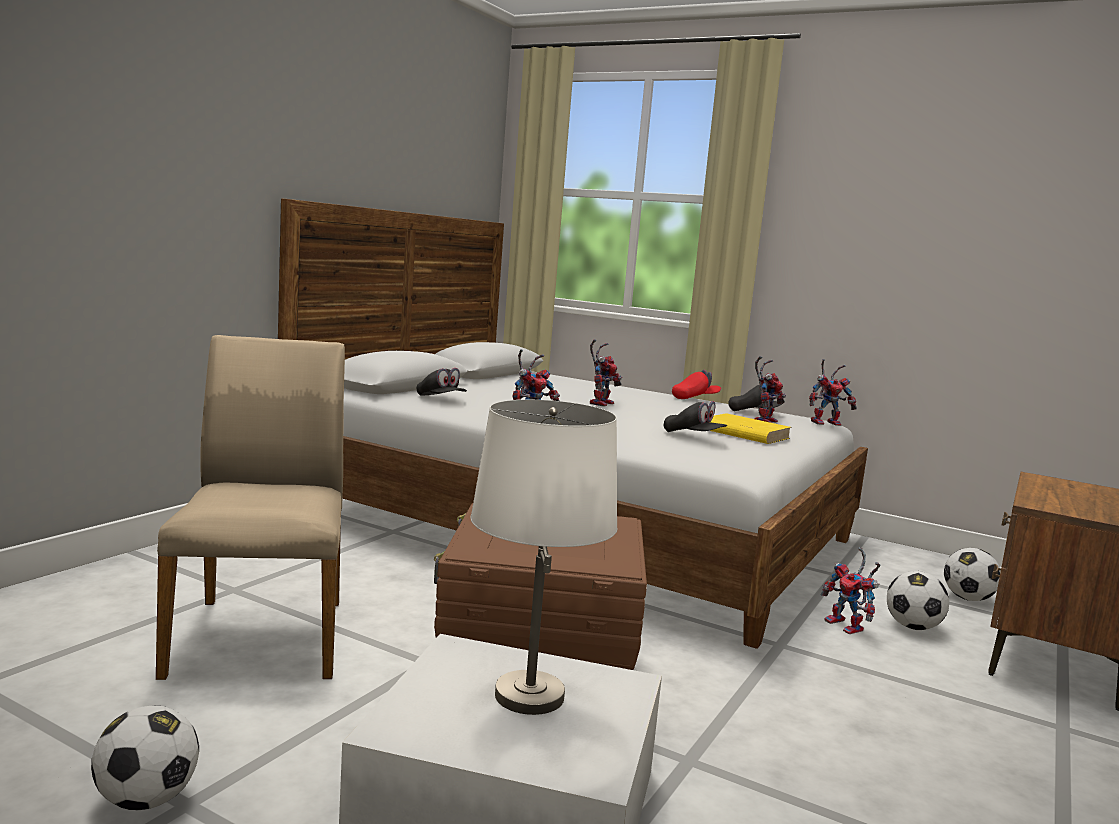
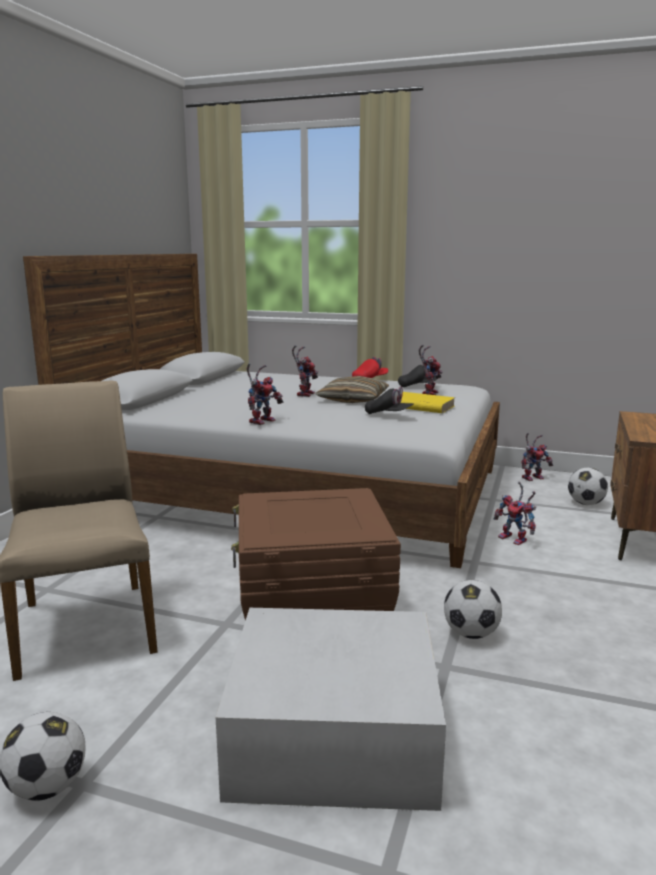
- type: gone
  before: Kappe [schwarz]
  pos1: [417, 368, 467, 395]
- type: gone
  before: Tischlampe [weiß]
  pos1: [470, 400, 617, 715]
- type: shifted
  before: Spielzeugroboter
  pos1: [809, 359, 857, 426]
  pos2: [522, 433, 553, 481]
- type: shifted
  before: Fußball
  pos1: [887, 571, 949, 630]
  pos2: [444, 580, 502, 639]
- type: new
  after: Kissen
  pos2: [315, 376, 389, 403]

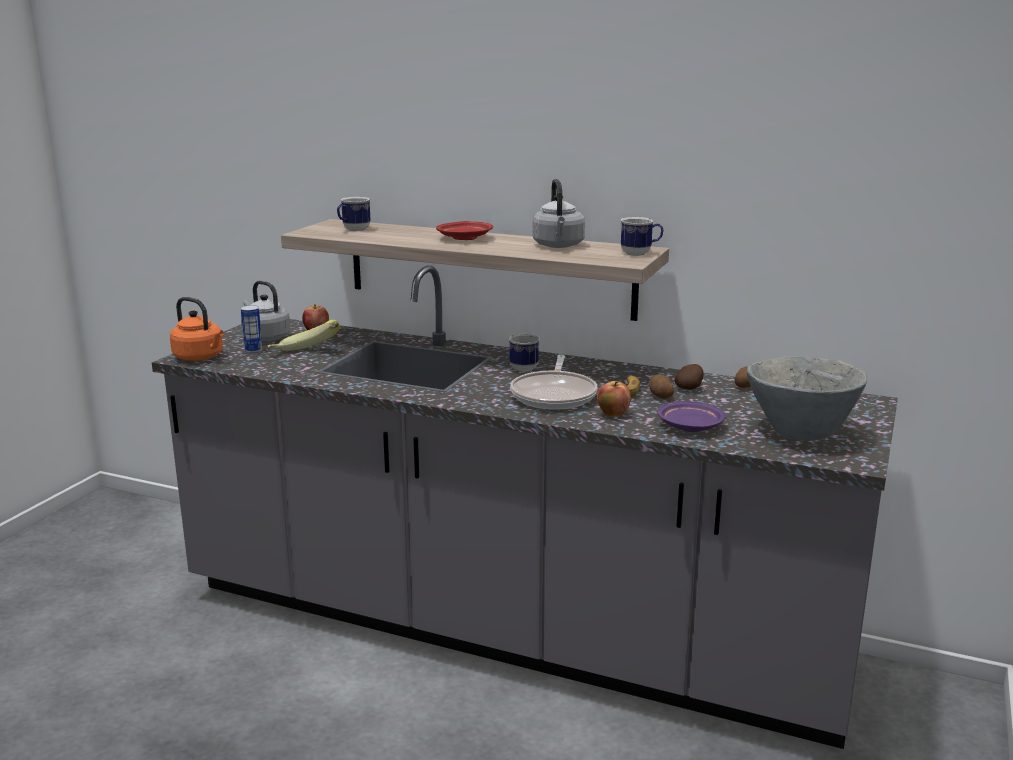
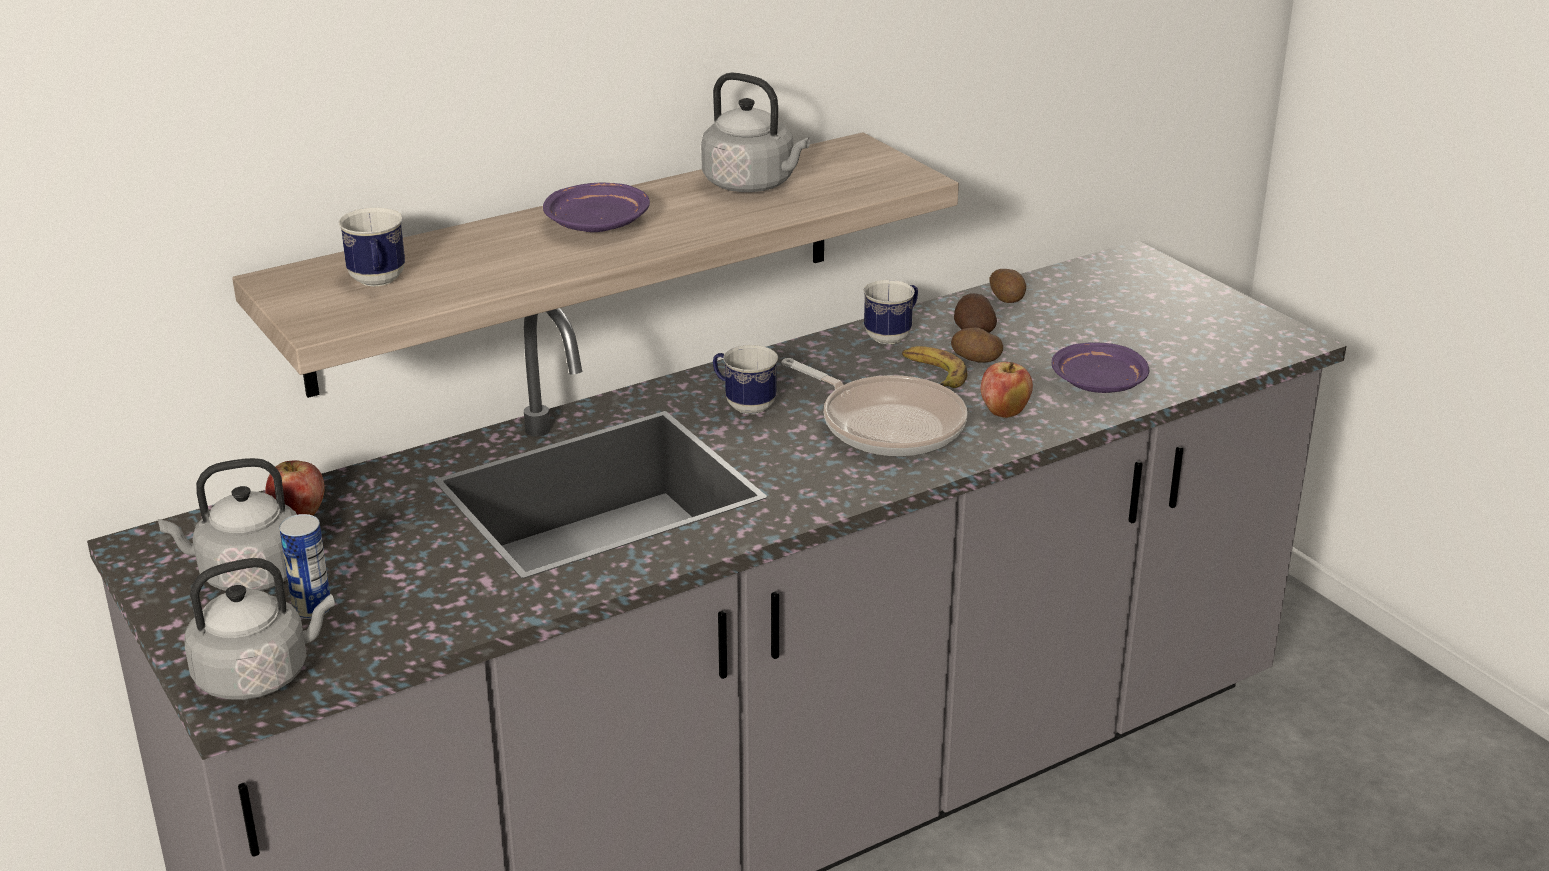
- type: repainted
  before: Wasserkessel [orange]
  after: Wasserkessel [grau]
  pos1: [170, 297, 223, 361]
  pos2: [184, 558, 335, 700]
- type: gone
  before: Banane
  pos1: [268, 320, 340, 351]
- type: repainted
  before: Teller [rot]
  after: Teller [lila]
  pos1: [436, 221, 493, 240]
  pos2: [543, 183, 650, 232]
- type: shifted
  before: Henkelbecher
  pos1: [621, 217, 663, 256]
  pos2: [863, 280, 918, 344]
- type: gone
  before: Schüssel [grau]
  pos1: [747, 356, 867, 441]

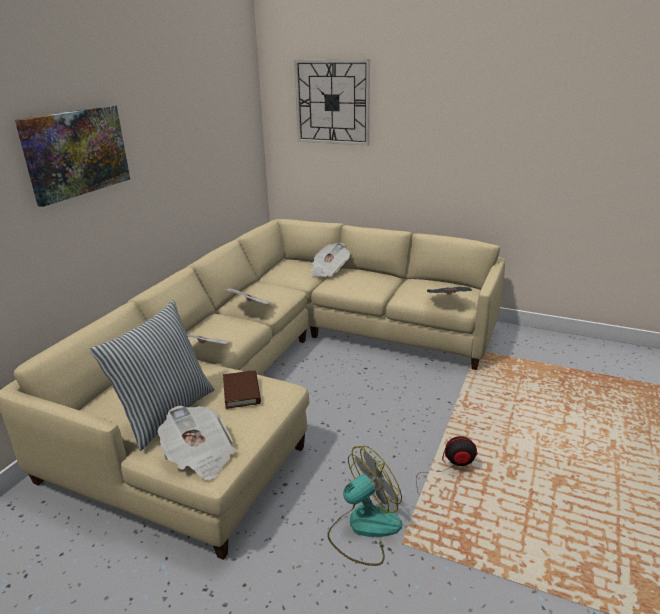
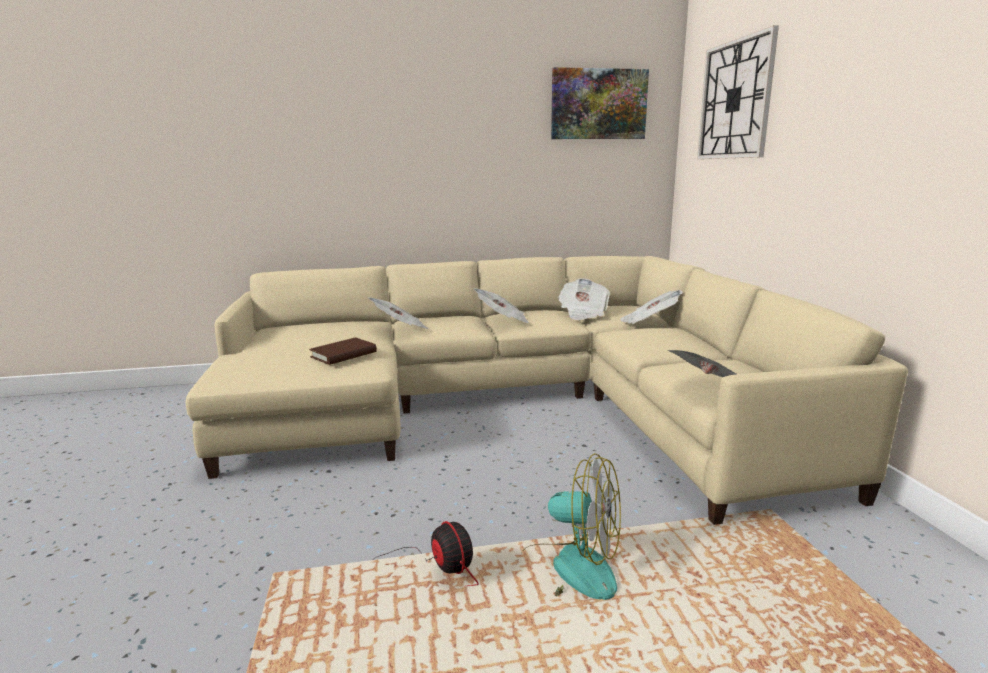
- type: shifted
  before: Bild
  pos1: [15, 105, 130, 207]
  pos2: [551, 67, 649, 139]
- type: gone
  before: Kissen
  pos1: [89, 300, 214, 451]
- type: shifted
  before: Zeitung
  pos1: [158, 405, 236, 480]
  pos2: [558, 278, 610, 320]
- type: shifted
  before: Ventilator
  pos1: [328, 446, 402, 566]
  pos2: [516, 453, 621, 600]

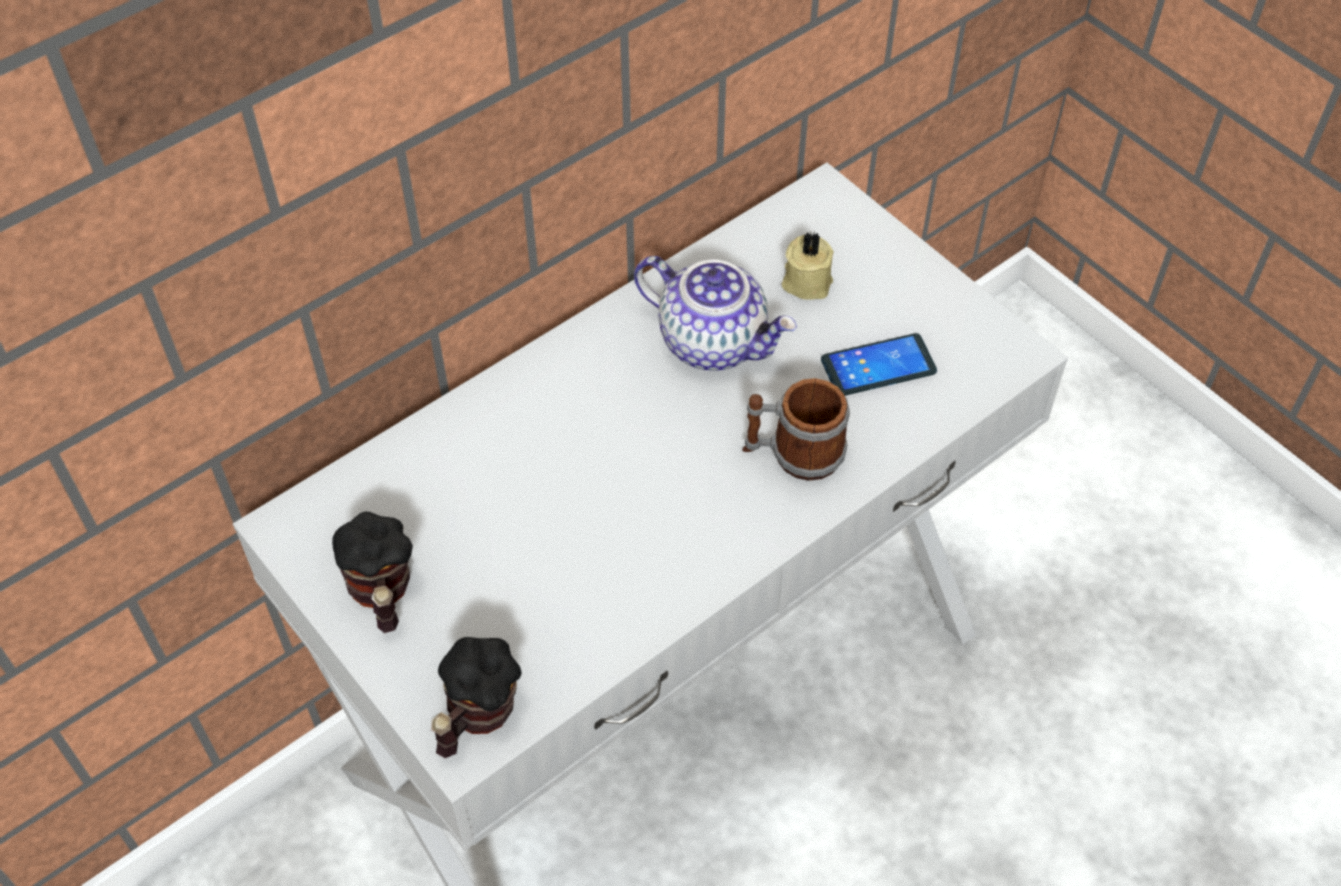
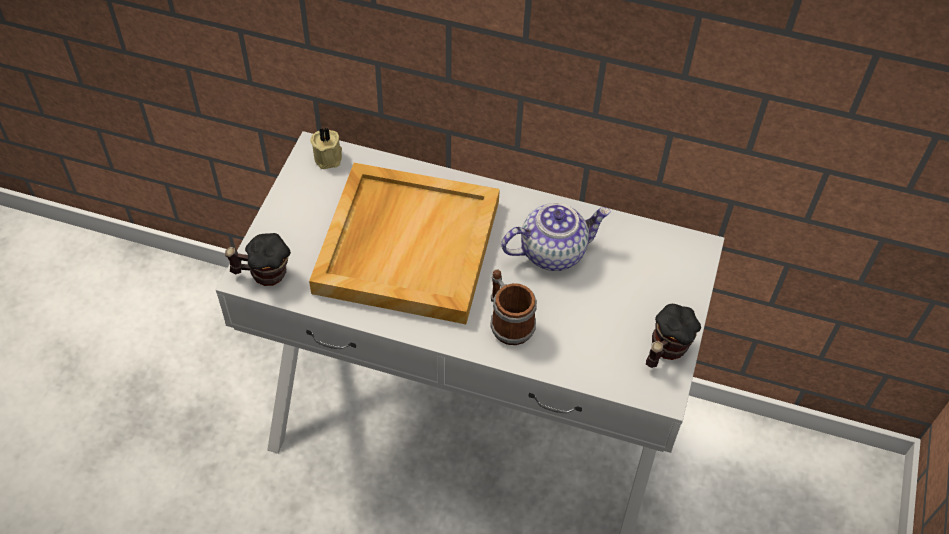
- type: shifted
  before: Henkelbecher
  pos1: [332, 512, 413, 633]
  pos2: [646, 304, 701, 368]
- type: rotated
  before: Teekanne
  pos1: [634, 256, 797, 371]
  pos2: [501, 203, 611, 271]
  turn: -105
- type: shifted
  before: Kerze [beige]
  pos1: [782, 232, 834, 300]
  pos2: [310, 127, 342, 169]
- type: gone
  before: Handy
  pos1: [821, 333, 937, 396]
- type: new
  after: Tablett [beige]
  pos2: [309, 163, 500, 324]

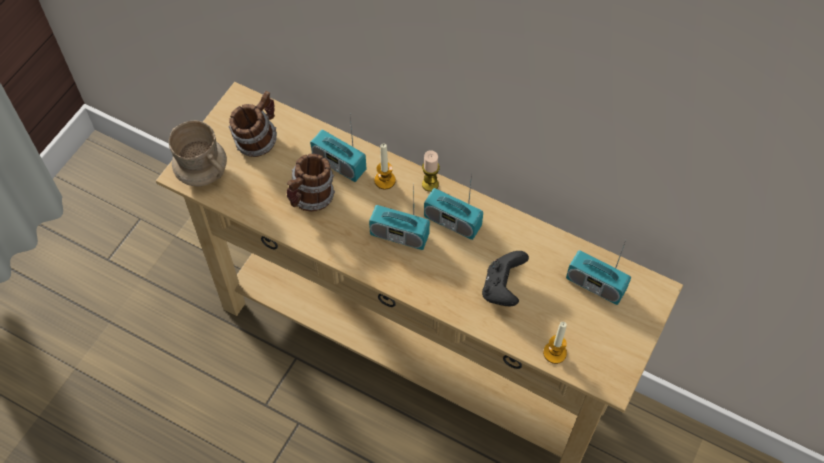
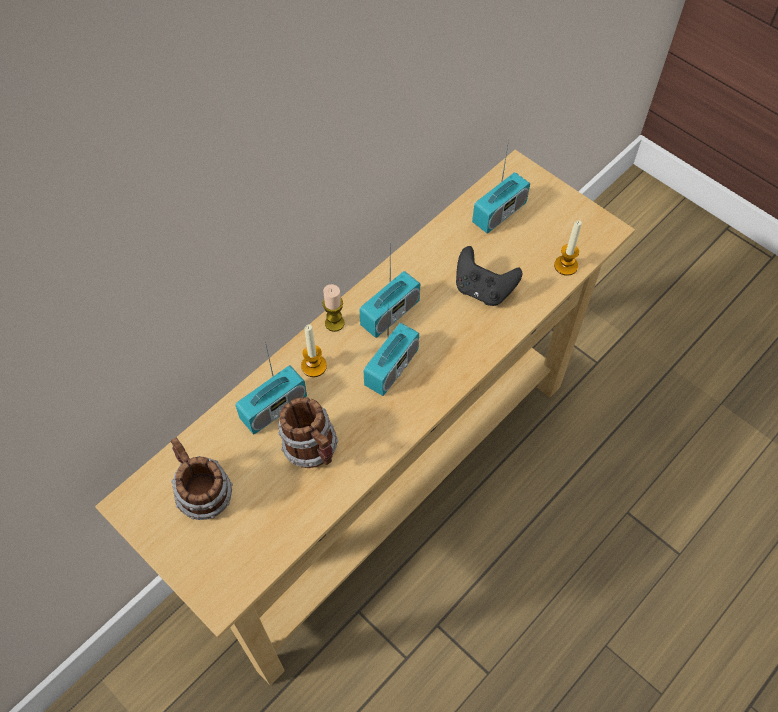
- type: gone
  before: Henkelbecher [beige]
  pos1: [169, 121, 227, 186]

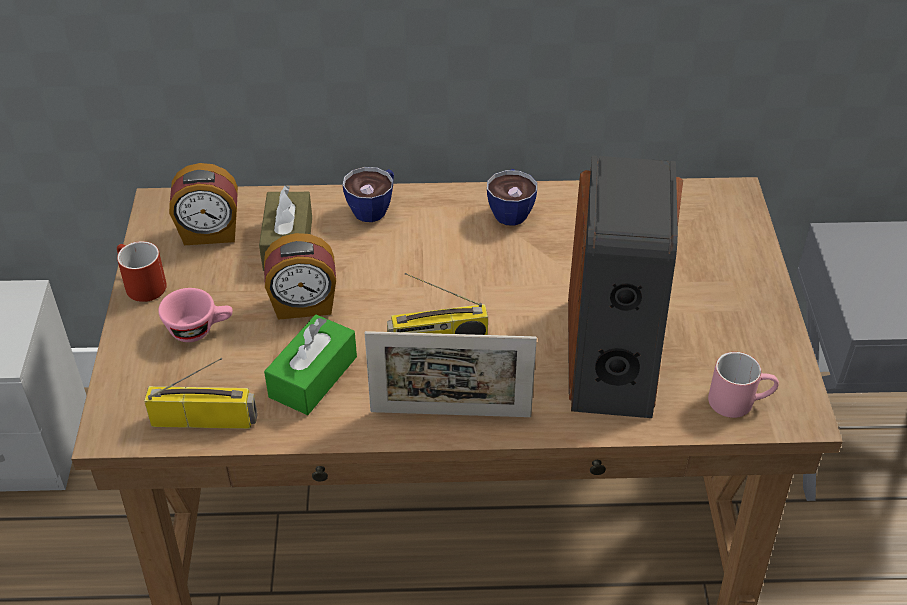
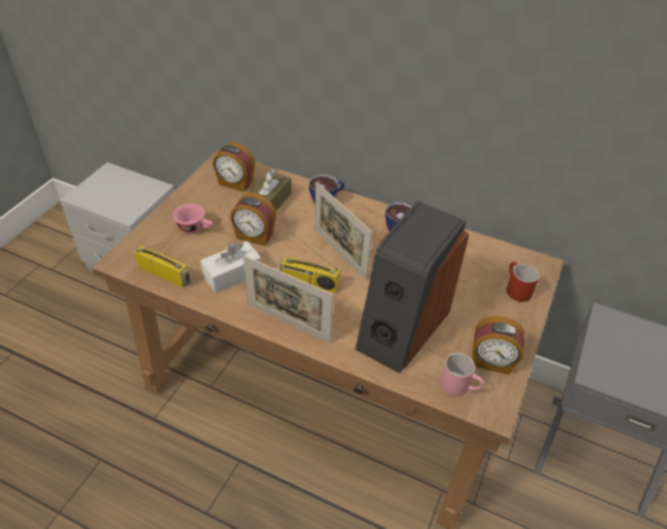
- type: shifted
  before: Henkelbecher [rot]
  pos1: [117, 241, 167, 302]
  pos2: [507, 262, 540, 302]
- type: repainted
  before: Taschentuchbox [grün]
  after: Taschentuchbox [weiß]
  pos1: [264, 315, 357, 415]
  pos2: [200, 241, 261, 293]
- type: new
  after: Bilderrahmen
  pos2: [315, 182, 372, 281]
- type: new
  after: Wecker
  pos2: [473, 316, 525, 375]

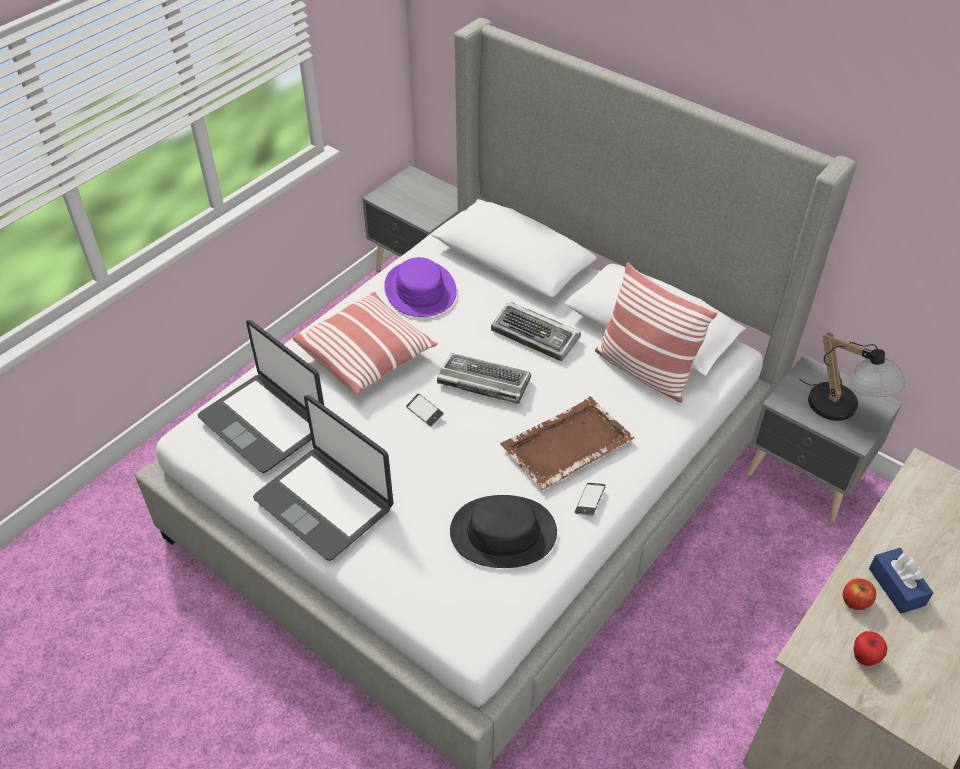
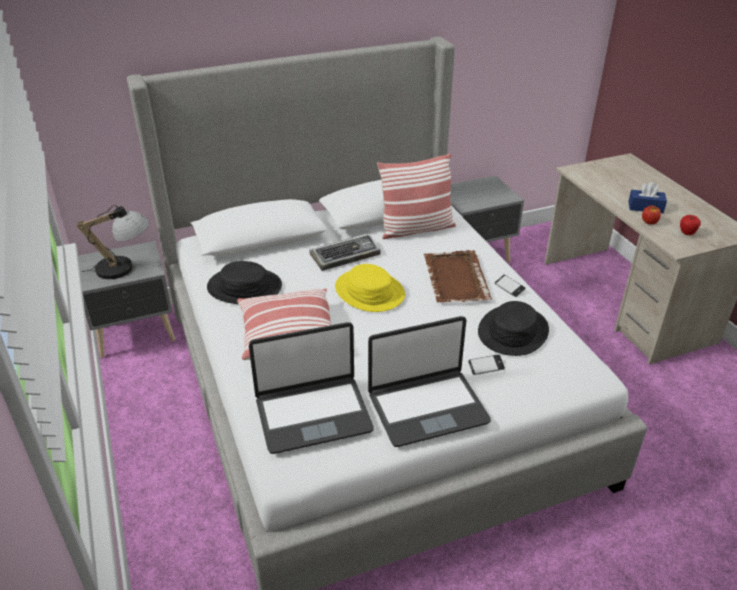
- type: repainted
  before: Hut [lila]
  after: Hut [schwarz]
  pos1: [384, 257, 457, 317]
  pos2: [207, 261, 282, 304]
- type: shifted
  before: Handy
  pos1: [406, 394, 444, 426]
  pos2: [468, 354, 505, 375]
- type: swapped
  before: Tastatur
  after: Hut [gelb]
  pos1: [437, 353, 531, 404]
  pos2: [335, 264, 405, 312]
- type: shifted
  before: Tischlampe
  pos1: [800, 333, 905, 421]
  pos2: [77, 205, 149, 279]

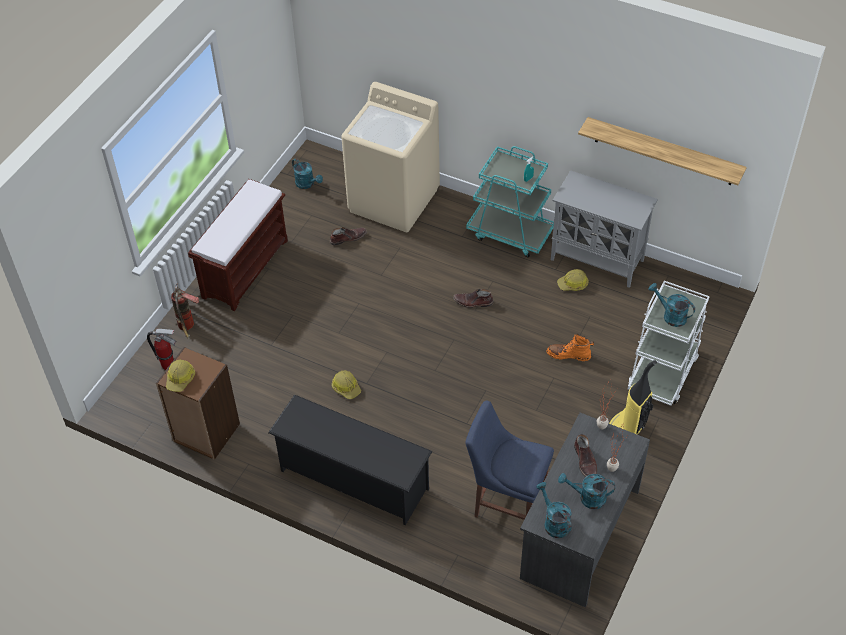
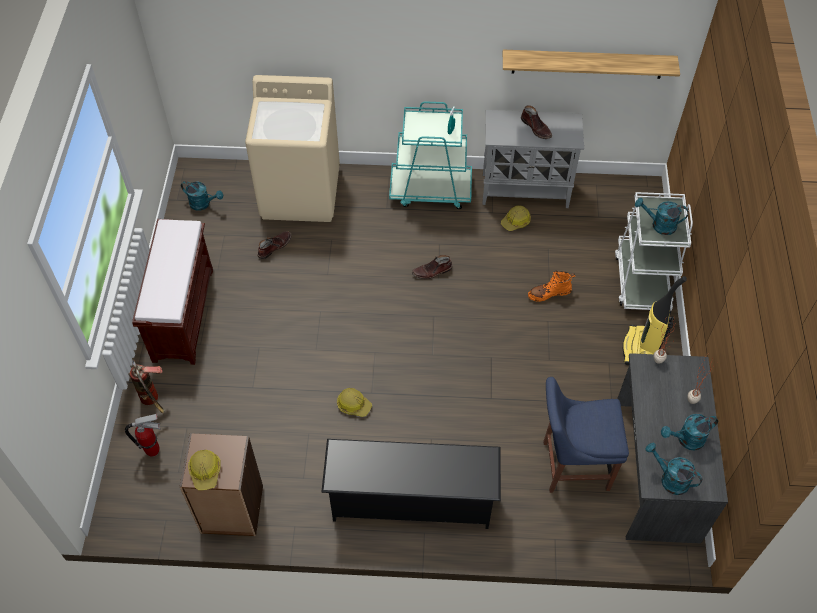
- type: shifted
  before: Stiefel [braun]
  pos1: [574, 434, 597, 477]
  pos2: [521, 105, 552, 139]

